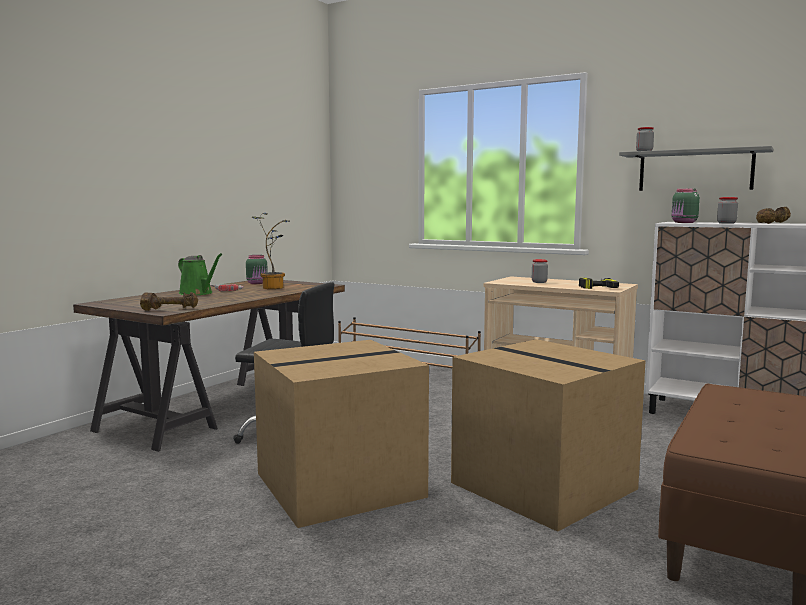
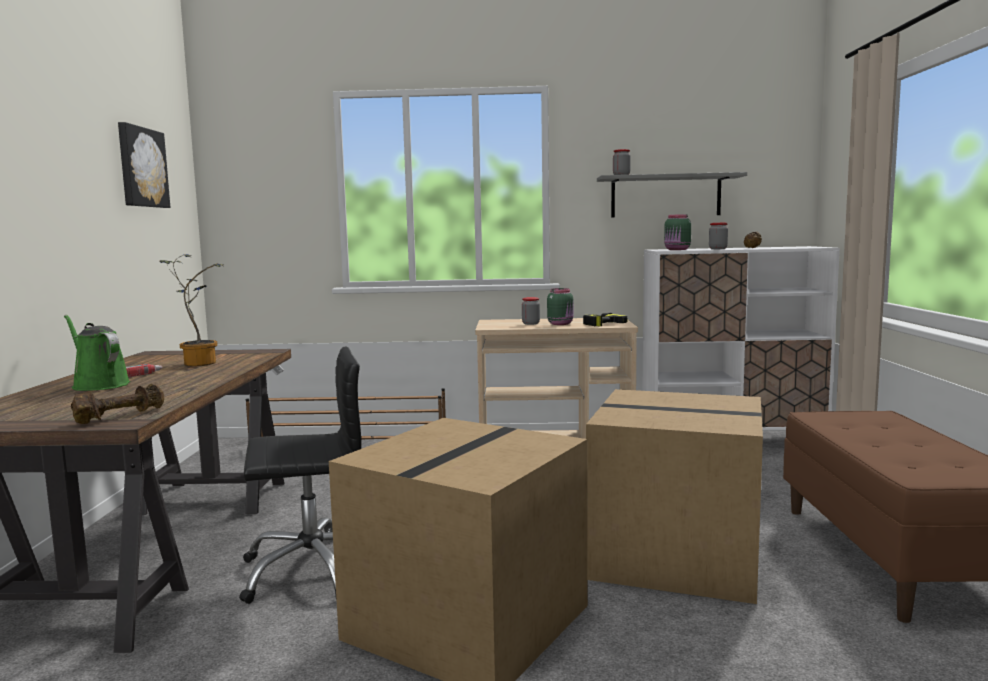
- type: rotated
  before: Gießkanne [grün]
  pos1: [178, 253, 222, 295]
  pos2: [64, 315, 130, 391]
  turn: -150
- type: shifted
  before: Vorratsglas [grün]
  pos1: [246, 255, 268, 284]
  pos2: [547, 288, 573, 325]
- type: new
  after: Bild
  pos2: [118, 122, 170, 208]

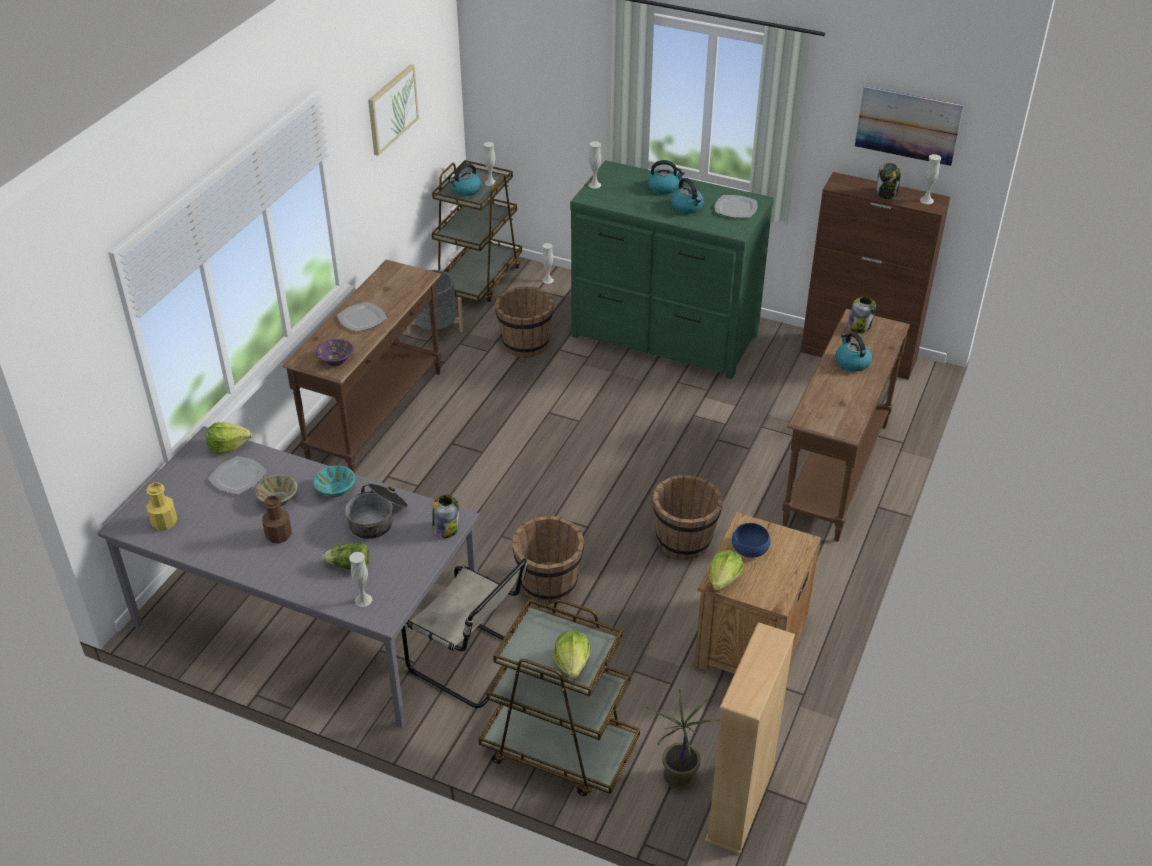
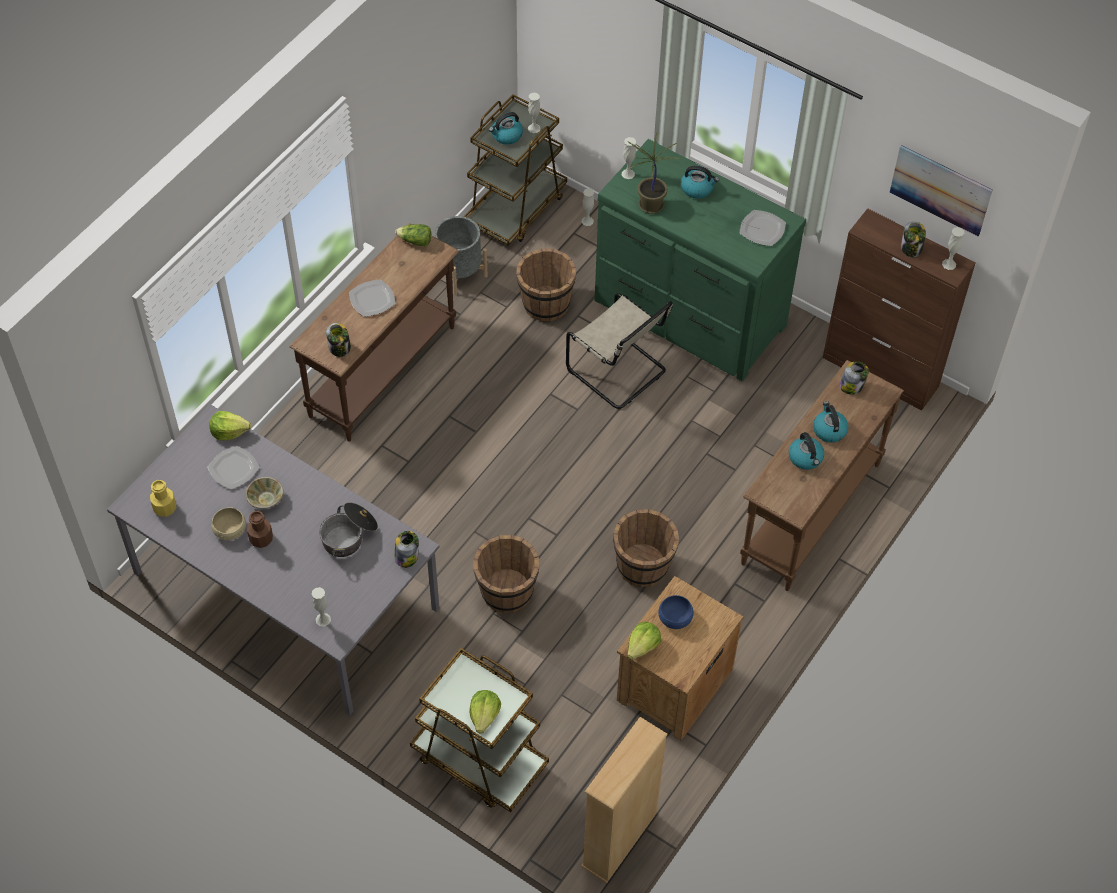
- type: gone
  before: Schüssel [türkis]
  pos1: [313, 466, 355, 497]
- type: swapped
  before: Schüssel [lila]
  after: Vorratsglas
  pos1: [316, 339, 354, 367]
  pos2: [326, 323, 351, 357]
- type: shifted
  before: Salatkopf
  pos1: [322, 542, 369, 570]
  pos2: [395, 224, 431, 247]
- type: gone
  before: Bild
  pos1: [368, 64, 419, 156]
- type: shifted
  before: Stuhl [beige]
  pos1: [401, 558, 528, 708]
  pos2: [566, 293, 673, 409]
- type: shifted
  before: Topfpflanze
  pos1: [646, 689, 720, 790]
  pos2: [628, 133, 682, 214]
- type: shifted
  before: Wasserkessel
  pos1: [671, 178, 704, 214]
  pos2: [789, 432, 824, 470]
- type: new
  after: Schüssel [beige]
  pos2: [211, 507, 246, 540]

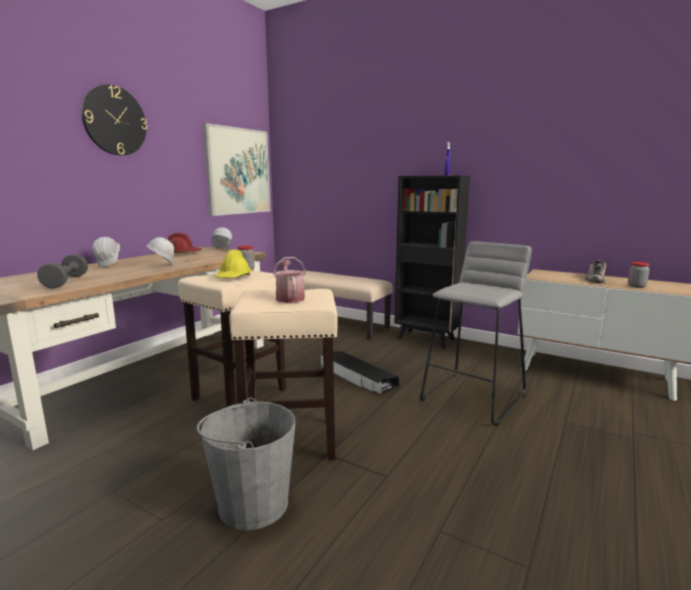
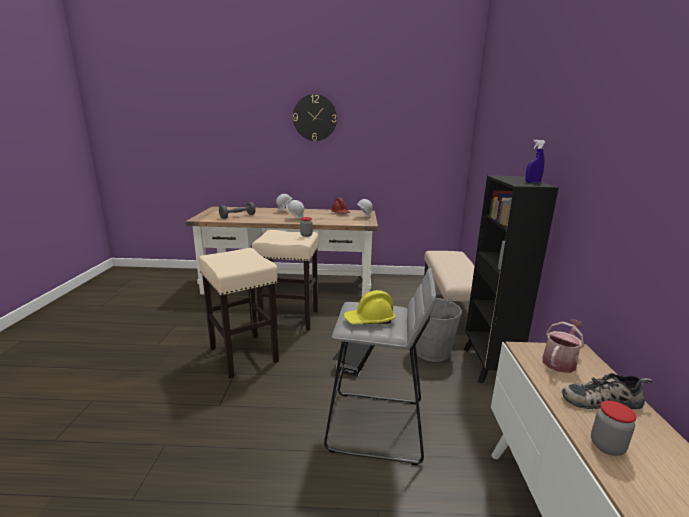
- type: shifted
  before: Eimer [grau]
  pos1: [197, 398, 296, 530]
  pos2: [413, 298, 462, 362]
- type: gone
  before: Bild
  pos1: [203, 123, 271, 216]
- type: shifted
  before: Schutzhelm [gelb]
  pos1: [214, 250, 251, 278]
  pos2: [344, 290, 396, 324]
- type: shifted
  before: Gießkanne
  pos1: [273, 257, 306, 303]
  pos2: [542, 319, 584, 373]

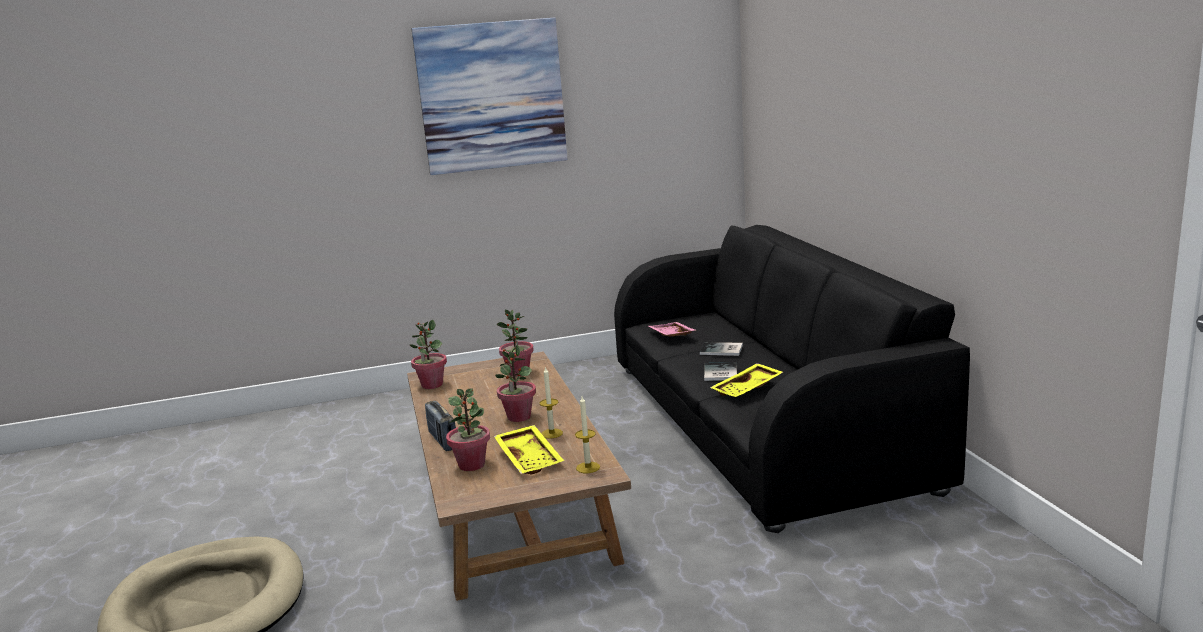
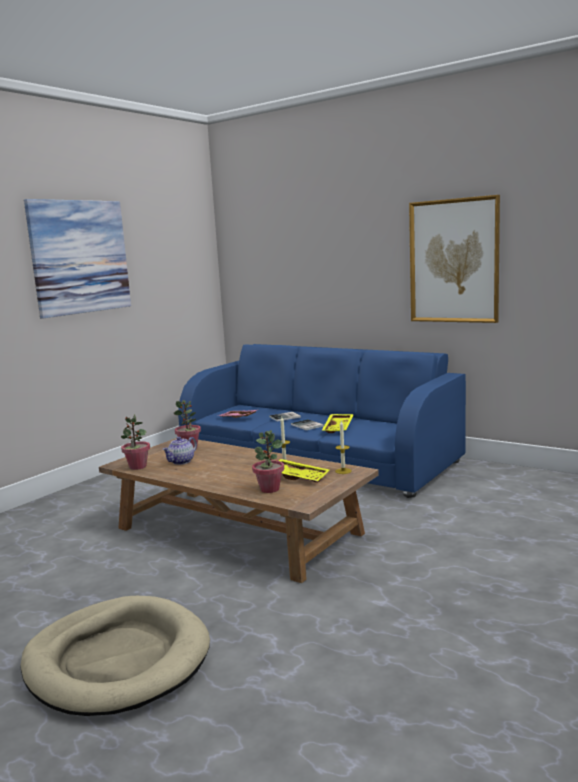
- type: gone
  before: Radio
  pos1: [425, 401, 456, 451]
- type: gone
  before: Topfpflanze
  pos1: [495, 344, 536, 422]
- type: repainted
  before: Sofa [schwarz]
  after: Sofa [blau]
  pos1: [614, 225, 970, 533]
  pos2: [178, 344, 466, 498]
- type: new
  after: Teekanne
  pos2: [162, 437, 197, 465]
- type: new
  after: Bild
  pos2: [409, 195, 500, 323]

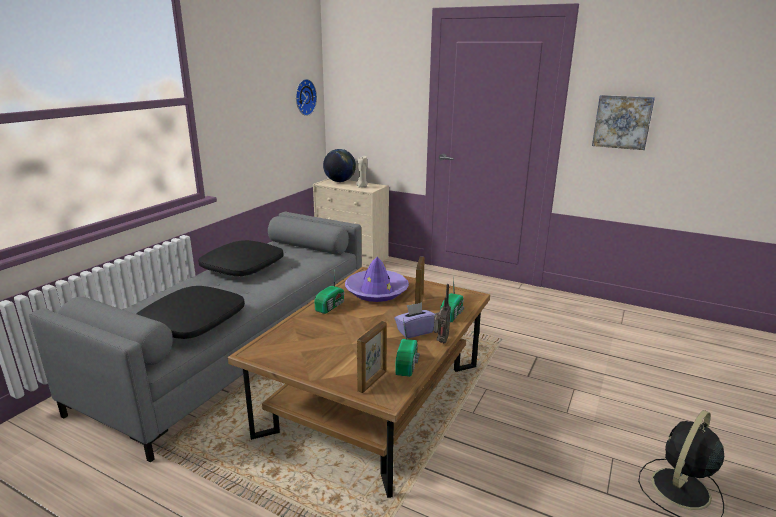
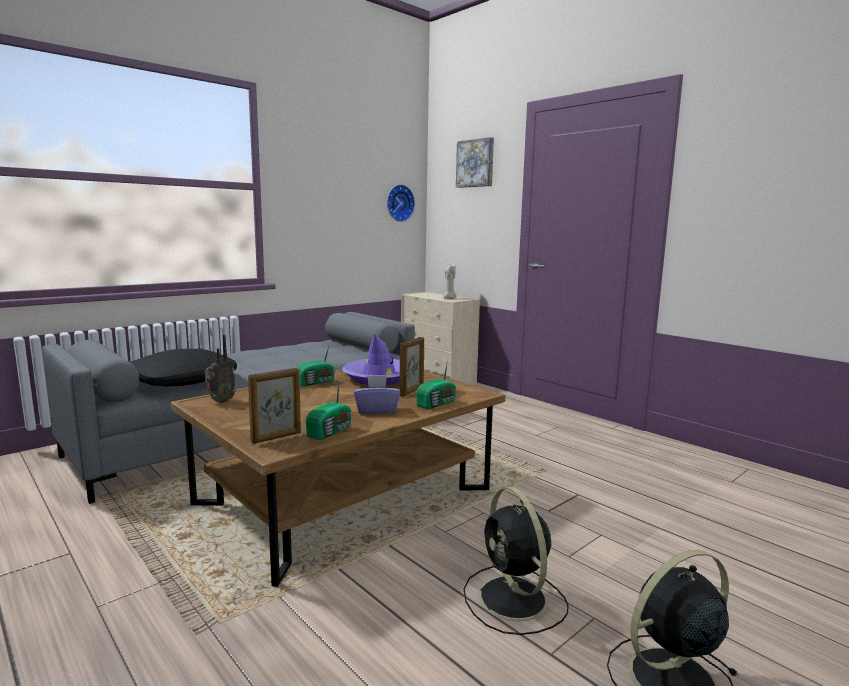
- type: gone
  before: Kissen [schwarz]
  pos1: [198, 240, 283, 276]
- type: gone
  before: Globus
  pos1: [323, 149, 356, 182]
- type: shifted
  before: Radio
  pos1: [434, 284, 451, 343]
  pos2: [205, 334, 236, 403]
- type: shifted
  before: Bild
  pos1: [592, 95, 655, 150]
  pos2: [456, 137, 494, 188]
- type: new
  after: Ventilator [schwarz]
  pos2: [464, 487, 569, 635]

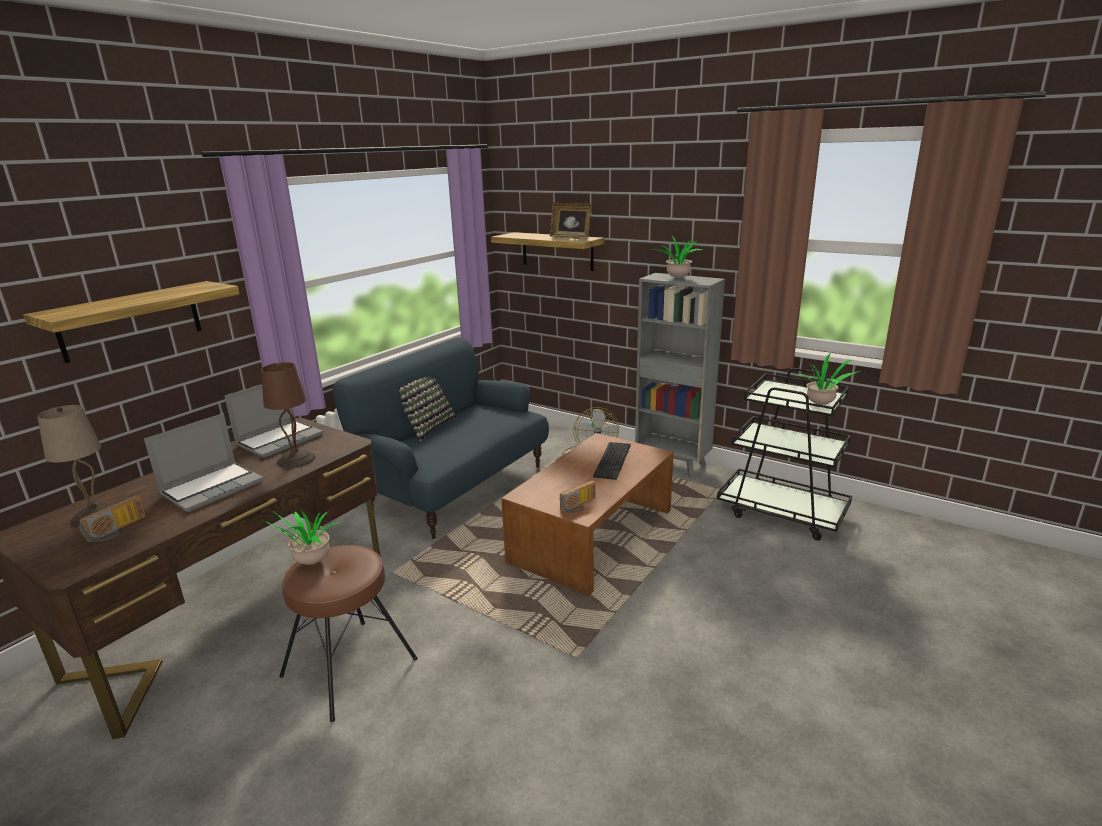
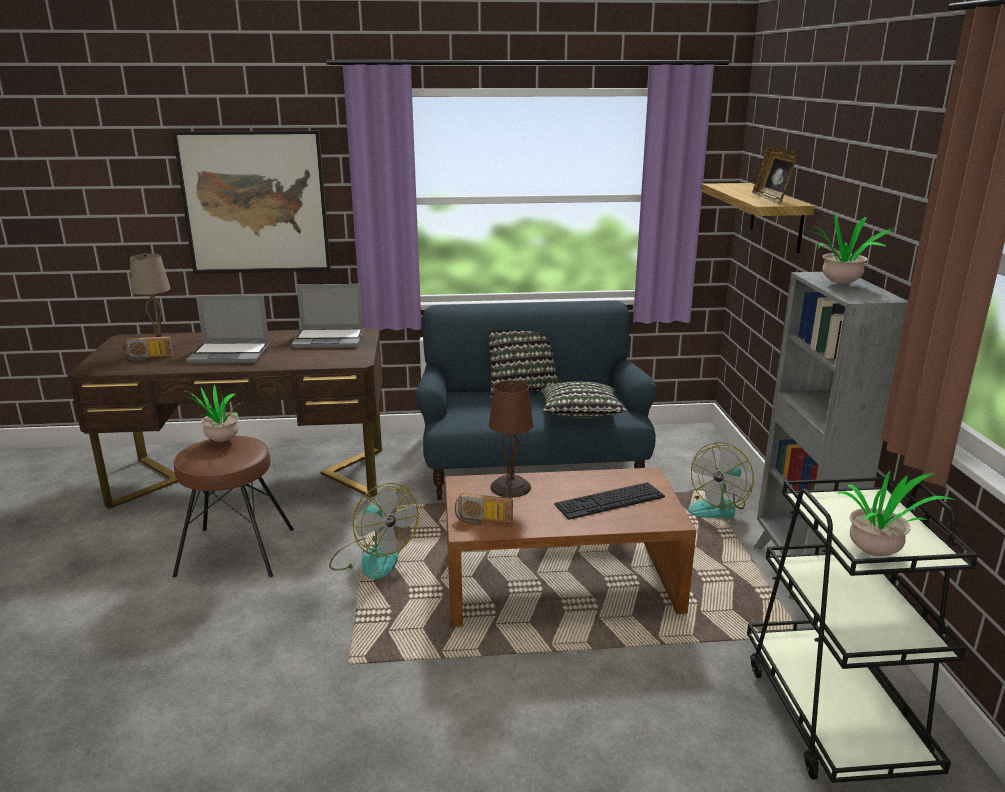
- type: swapped
  before: Wandregal
  after: Bild
  pos1: [23, 281, 239, 363]
  pos2: [172, 131, 331, 274]
- type: shifted
  before: Tischlampe [braun]
  pos1: [261, 362, 316, 468]
  pos2: [489, 380, 533, 498]
- type: new
  after: Ventilator
  pos2: [329, 483, 419, 579]
- type: new
  after: Kissen
  pos2: [541, 382, 627, 418]

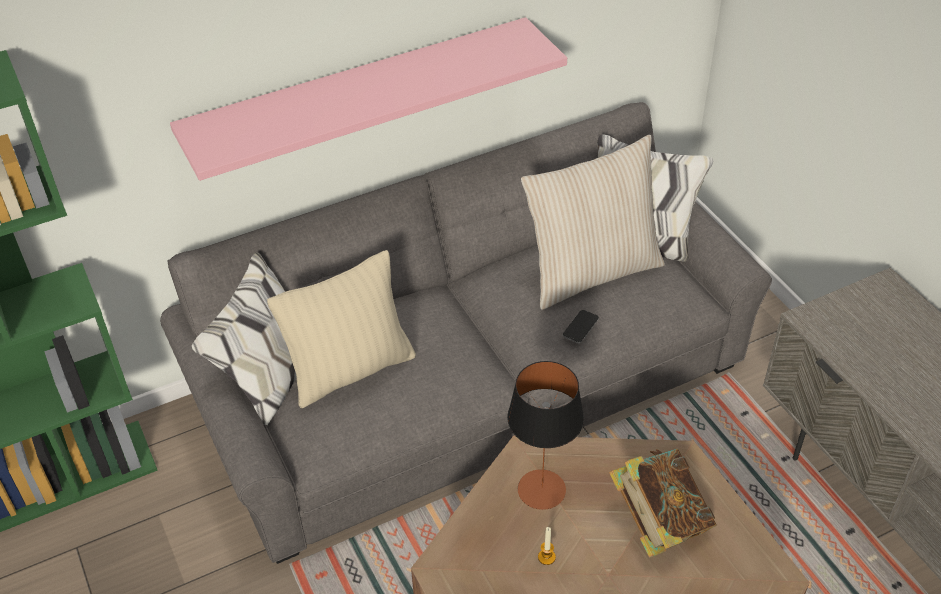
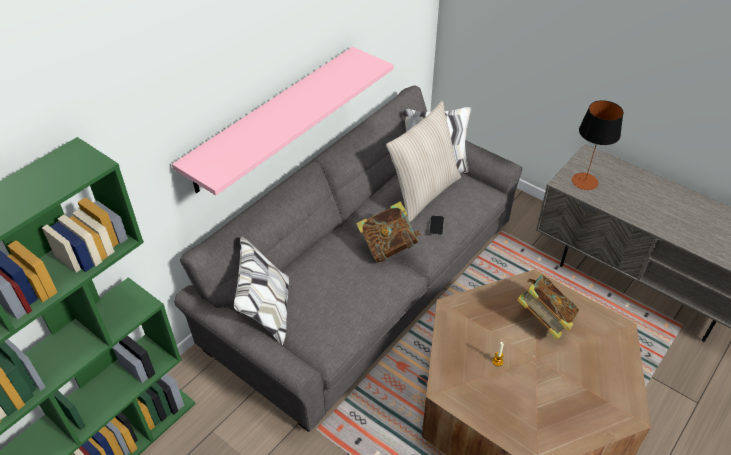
- type: gone
  before: Kissen [beige]
  pos1: [267, 250, 416, 408]
- type: shifted
  before: Tischlampe
  pos1: [507, 361, 584, 510]
  pos2: [572, 100, 623, 190]
- type: new
  after: Buch
  pos2: [356, 201, 422, 263]

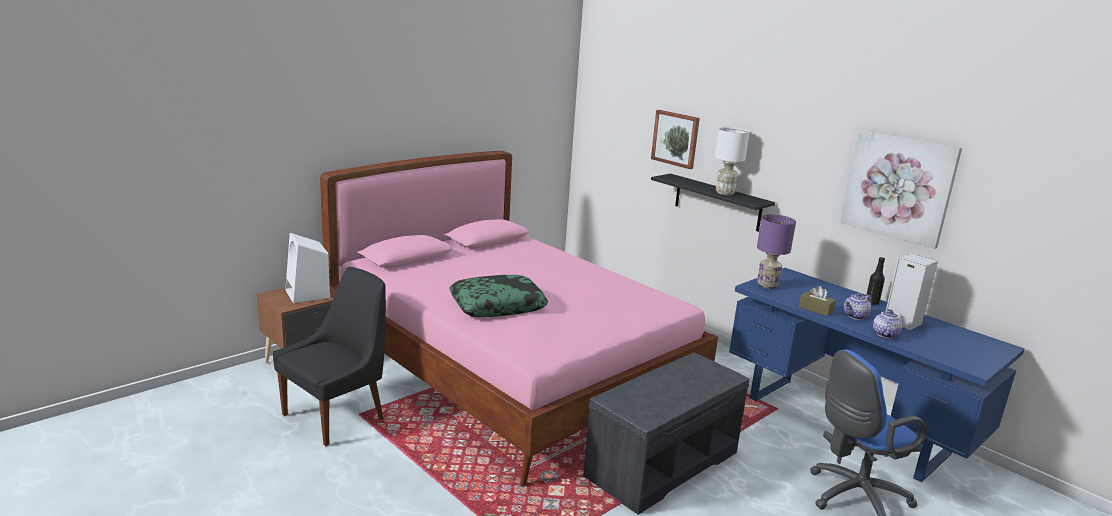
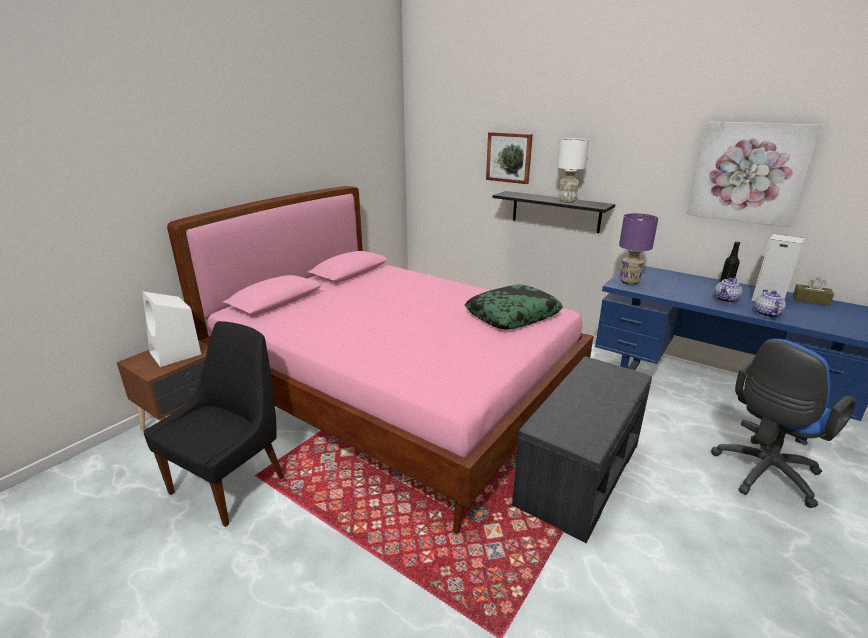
- type: shifted
  before: Kissen
  pos1: [449, 275, 548, 317]
  pos2: [465, 285, 563, 330]
- type: shifted
  before: Taschentuchbox [braun]
  pos1: [799, 286, 836, 316]
  pos2: [793, 278, 834, 306]

